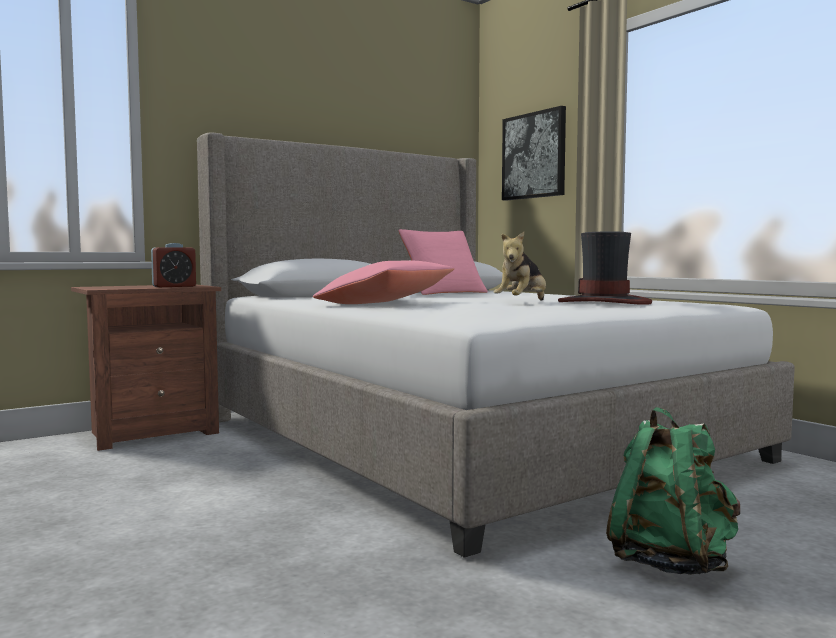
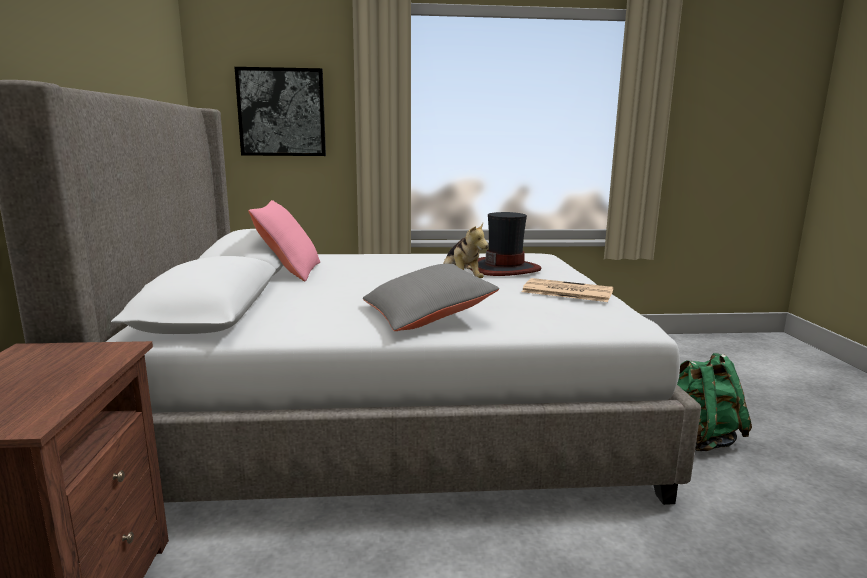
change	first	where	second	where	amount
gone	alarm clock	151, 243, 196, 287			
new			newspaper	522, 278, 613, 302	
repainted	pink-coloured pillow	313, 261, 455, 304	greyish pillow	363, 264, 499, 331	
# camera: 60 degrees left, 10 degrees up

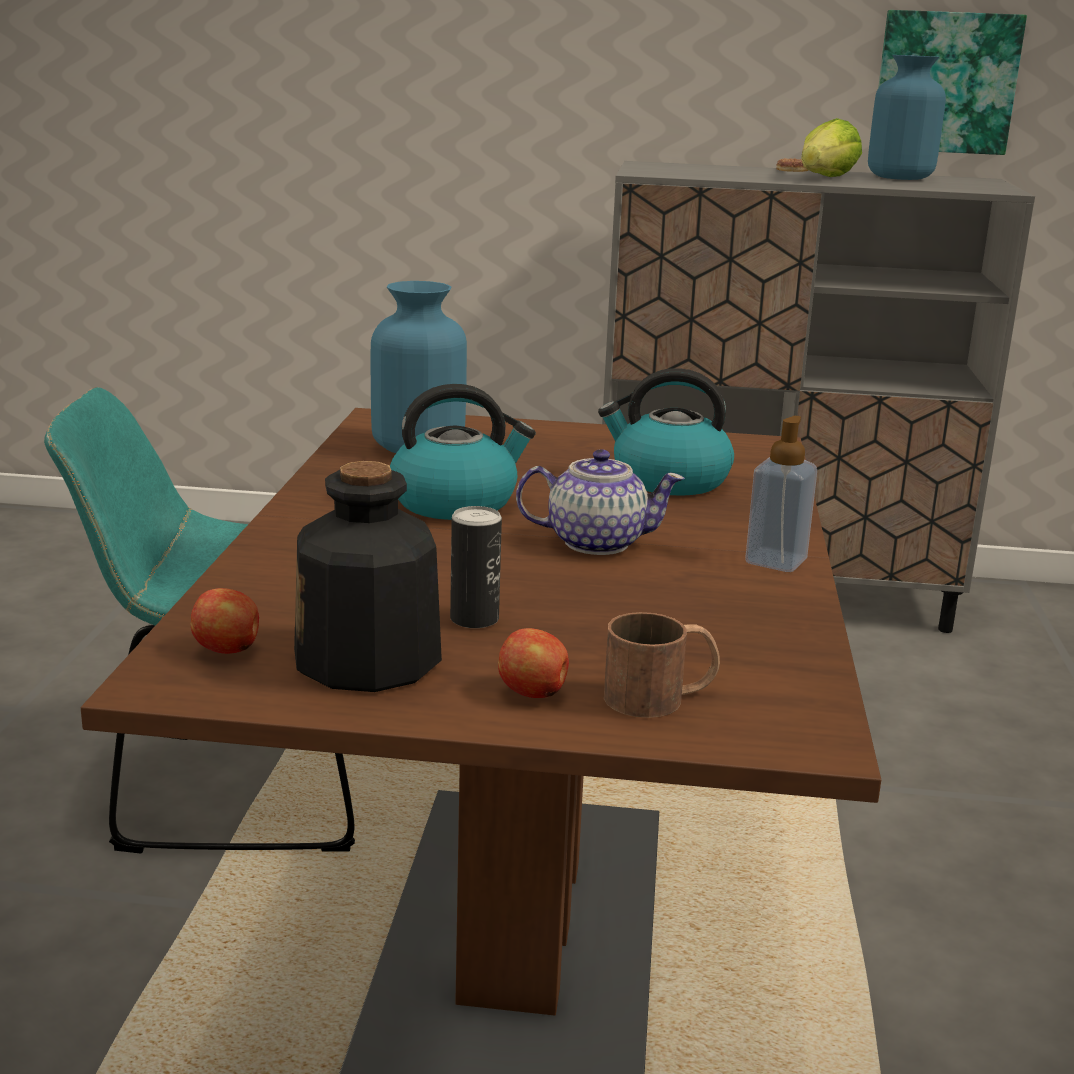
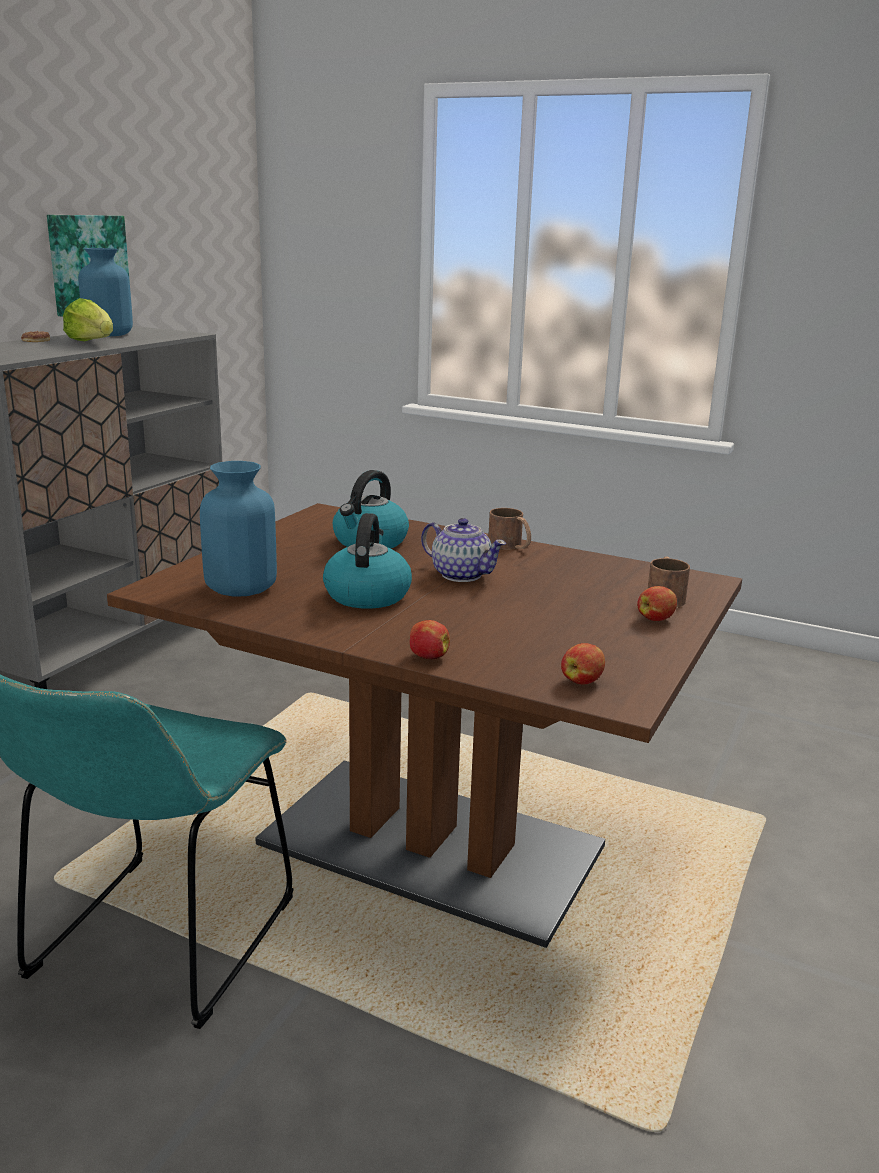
change	first	where	second	where	amount
gone	drink bottle	294, 461, 442, 692			
gone	can	450, 506, 502, 628			
new			apple fruit	410, 620, 450, 659	
swapped	liquid soap bottle	745, 416, 817, 572	brown-coloured tea mug	488, 508, 531, 550	
rotated	teapot	516, 449, 685, 555		421, 518, 506, 582	105 degrees clockwise
# camera: 70 degrees left, 0 degrees up

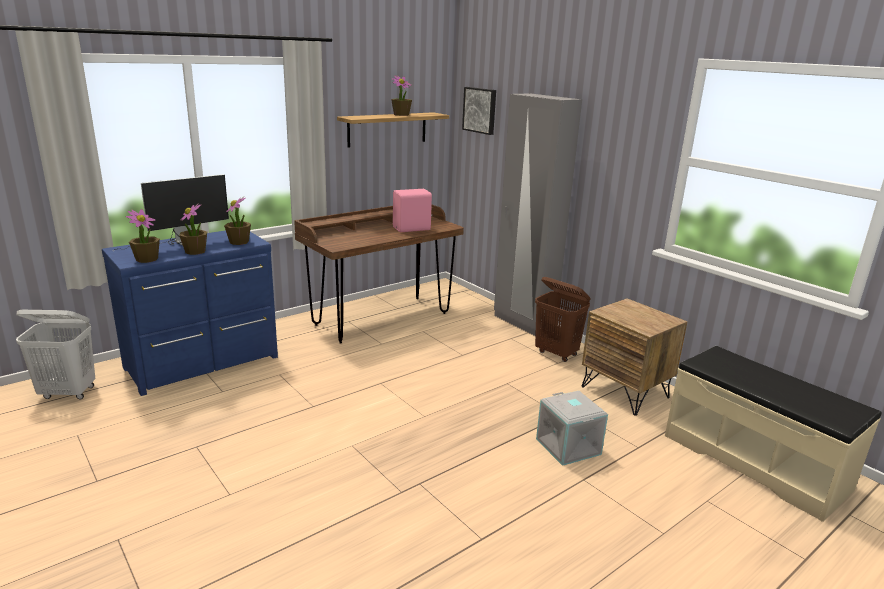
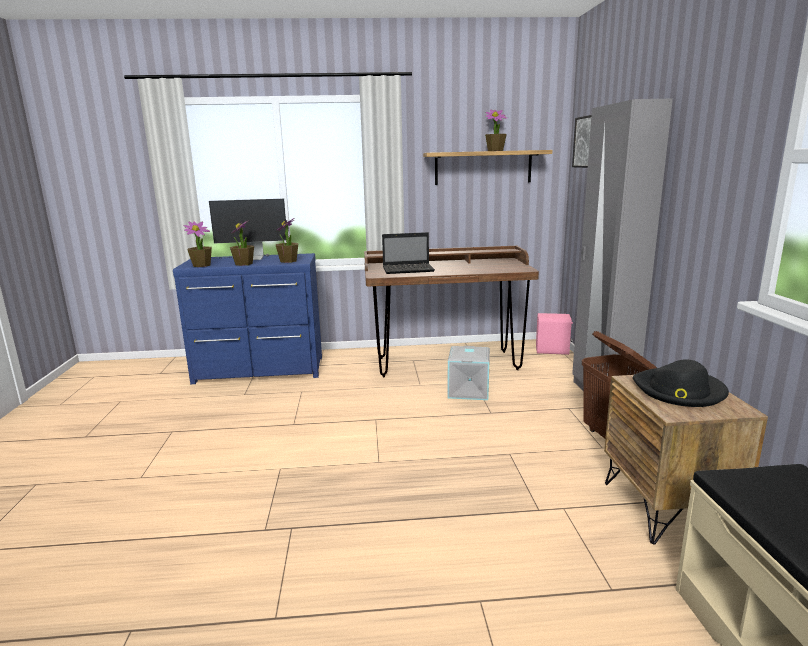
change	first	where	second	where	amount
gone	whitish laundry basket	16, 310, 95, 399			
new			notebook computer	382, 232, 435, 274	
new			black-coloured wearable hat	633, 360, 729, 407	
shifted	pink-coloured loudspeaker	393, 189, 432, 232		536, 313, 573, 355	
shifted	greyish storage bin	536, 391, 608, 466		448, 346, 490, 400	
# camera: 35 degrees right, 5 degrees down

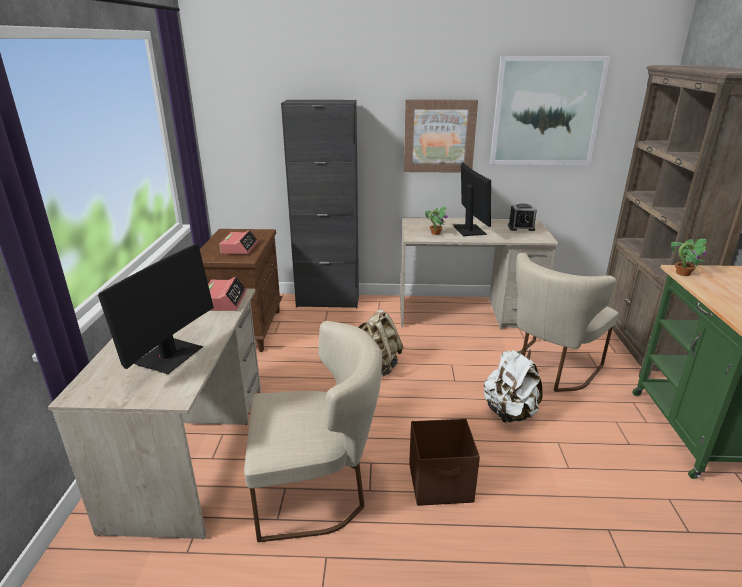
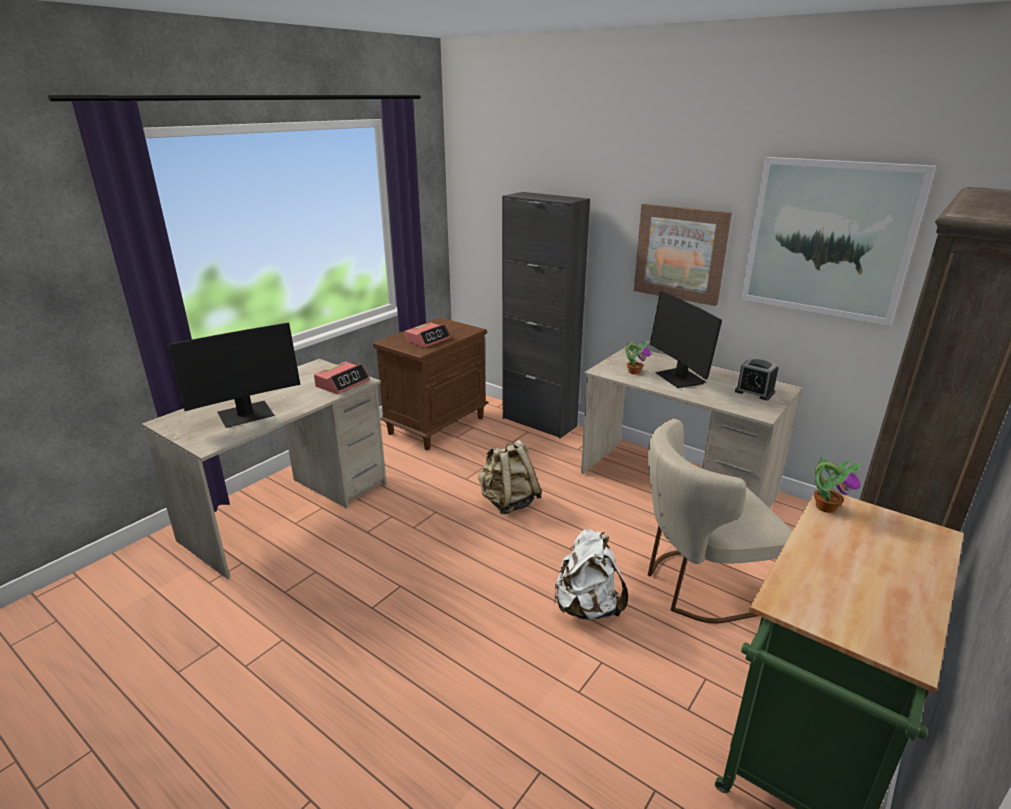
change	first	where	second	where	amount
gone	sand-coloured chair	244, 321, 382, 542			
gone	brown-coloured storage bin	409, 419, 480, 506			
rotated	computer screen	453, 163, 491, 236		650, 291, 722, 388	135 degrees clockwise
# camera: 35 degrees right, 0 degrees up

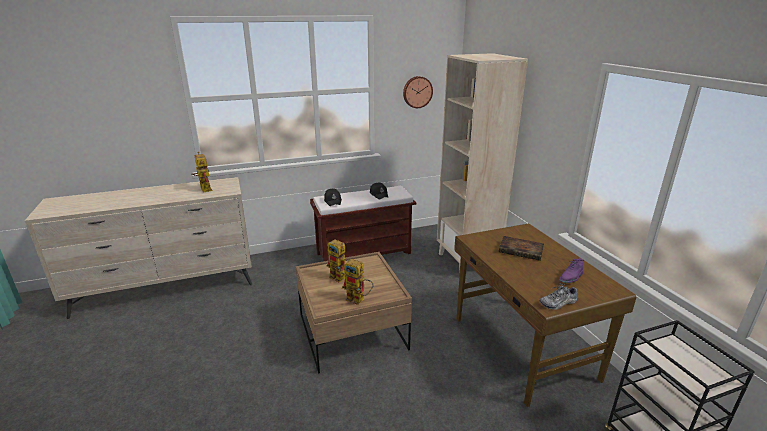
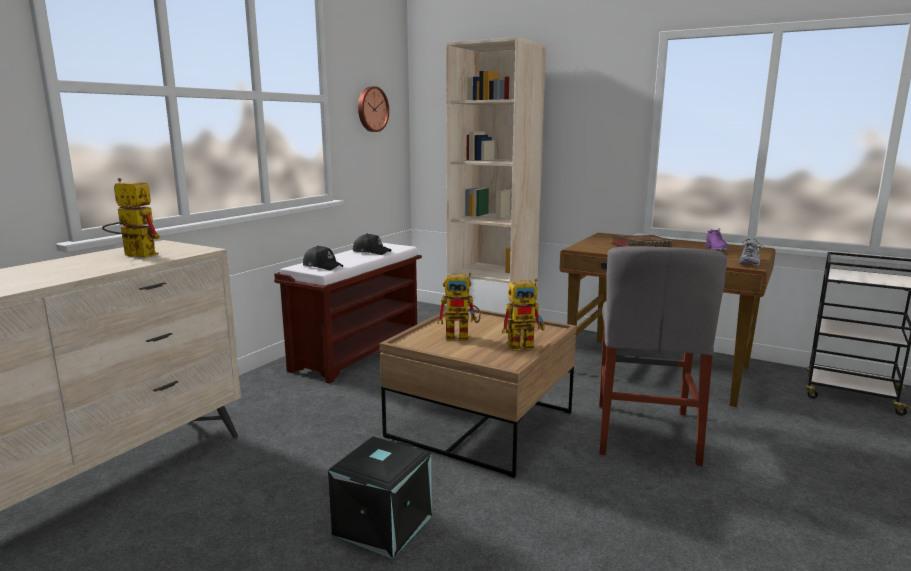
change	first	where	second	where	amount
new			black-coloured storage bin	328, 437, 432, 559	
new			greyish chair	599, 246, 727, 466	
# camera: 40 degrees left, 10 degrees down

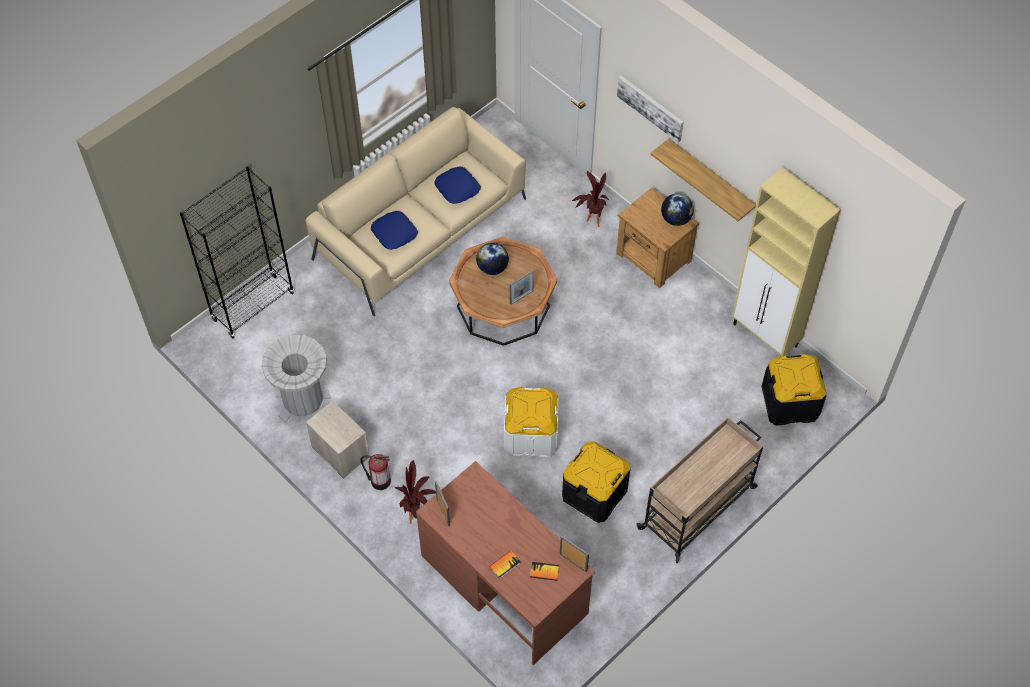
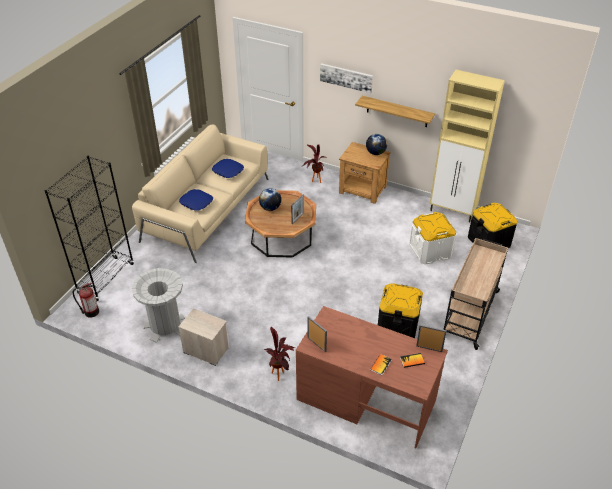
change	first	where	second	where	amount
shifted	extinguisher	361, 454, 391, 490		73, 283, 99, 318	
shifted	whitish storage bin	504, 387, 559, 458		409, 212, 456, 265	
# camera: 20 degrees left, 15 degrees down

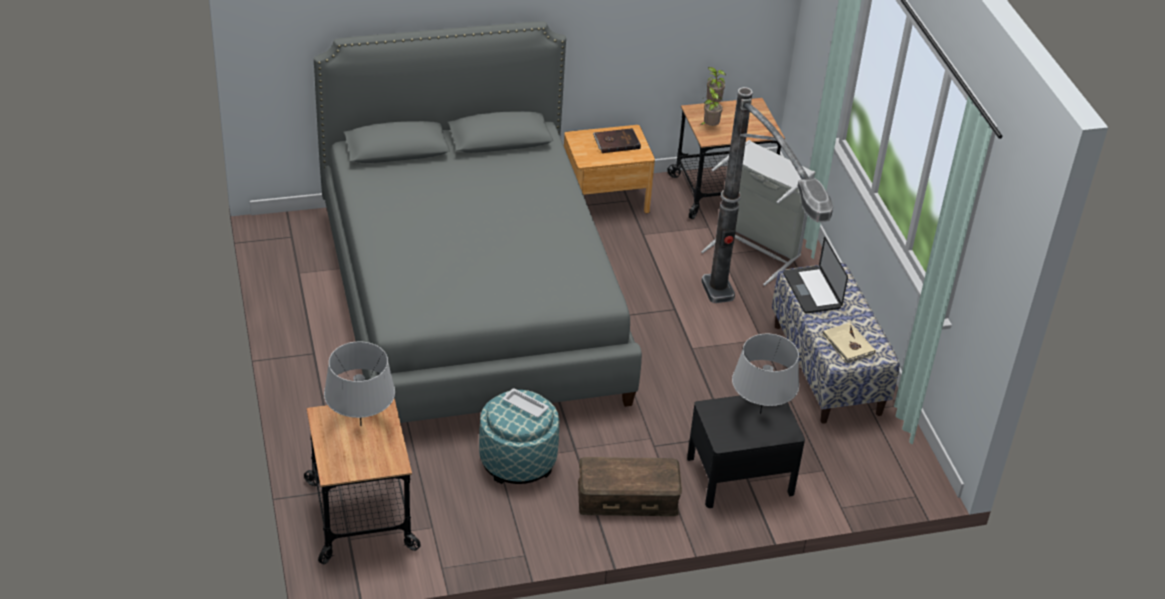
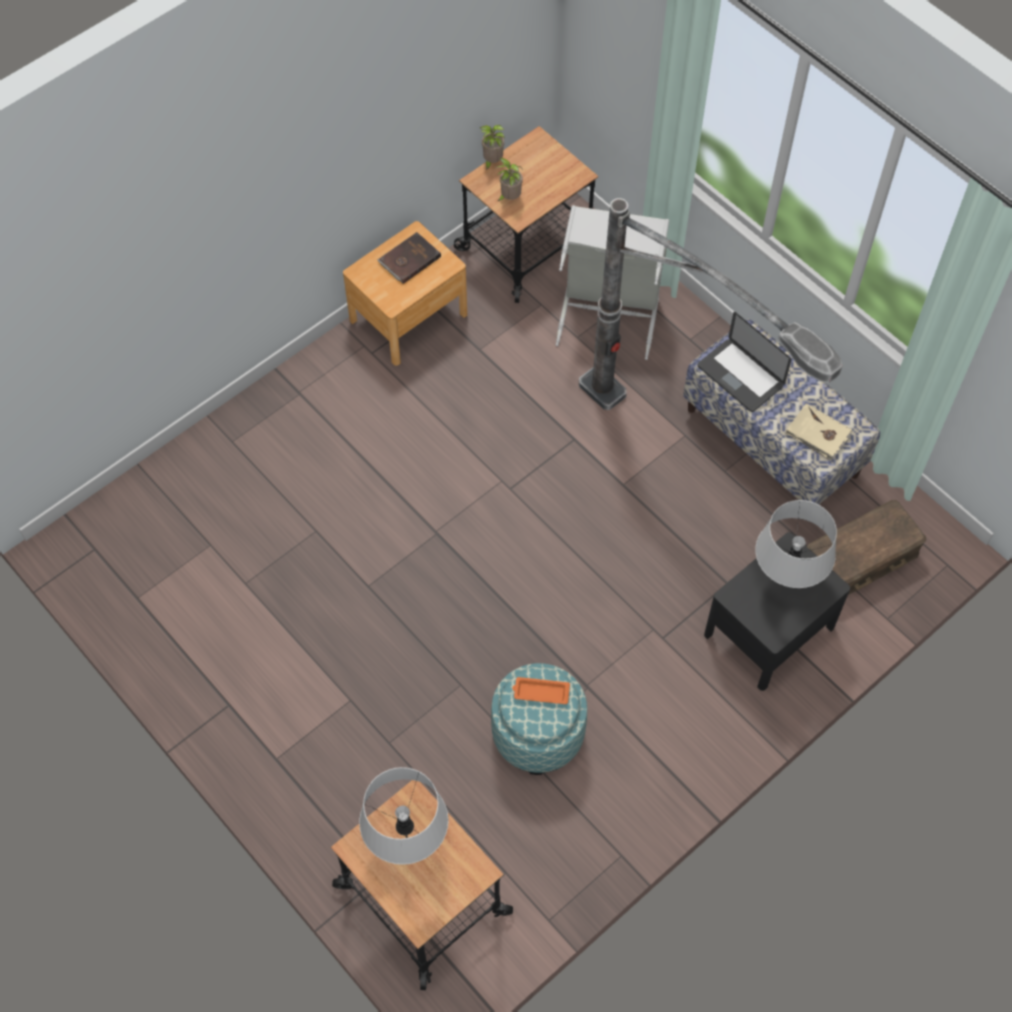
change	first	where	second	where	amount
gone	greyish bed	314, 21, 642, 423			
shifted	brown-coloured storage bin	578, 457, 682, 516		807, 500, 926, 595	
repainted	whitish tray	503, 388, 549, 418	orange-coloured tray	512, 677, 570, 704	
# camera: 25 degrees left, 20 degrees up

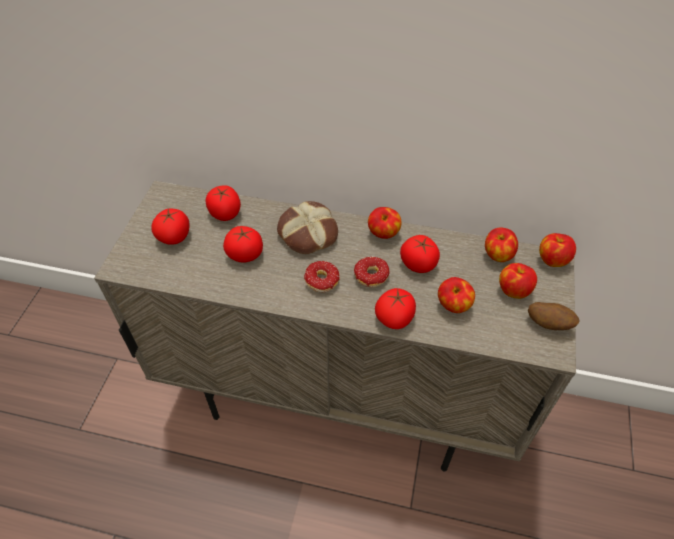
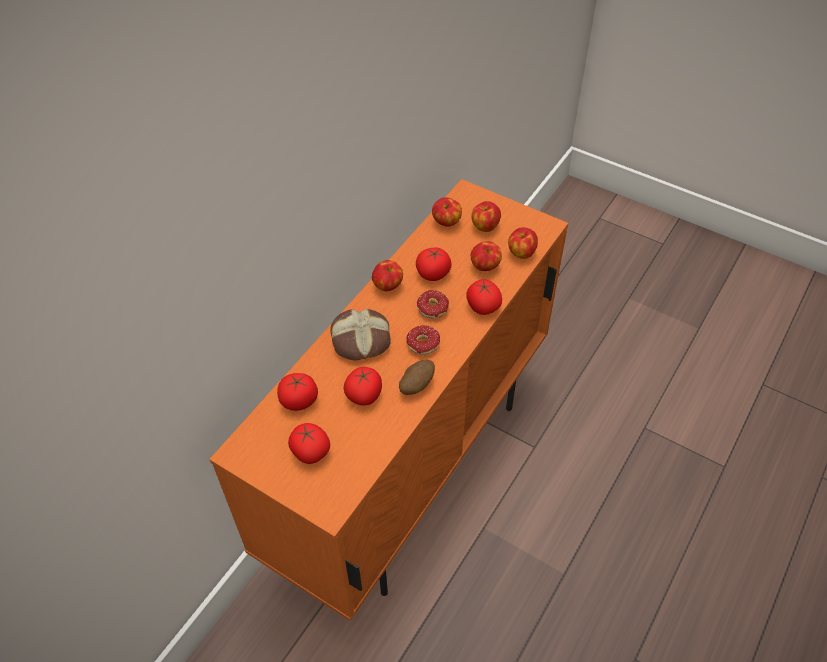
change	first	where	second	where	amount
shifted	spud	528, 302, 580, 330		399, 360, 435, 395	
shifted	apple fruit	539, 233, 576, 267		508, 227, 538, 259	
repainted	sand-coloured cabinet	94, 181, 576, 472	orange-coloured cabinet	209, 179, 568, 621	
# camera: 70 degrees left, 0 degrees up

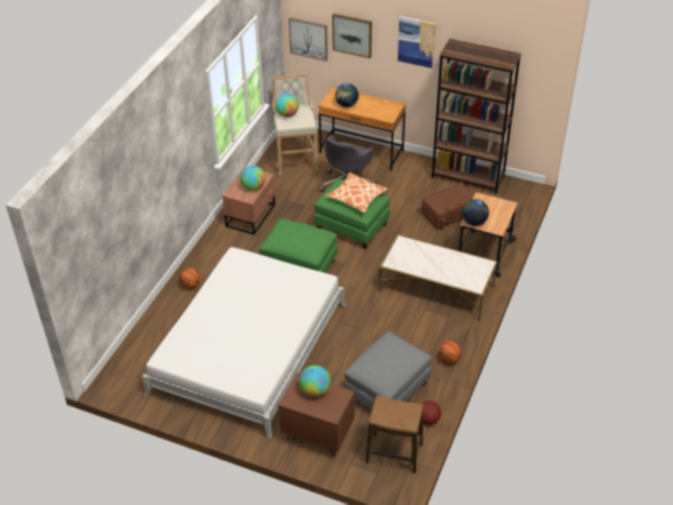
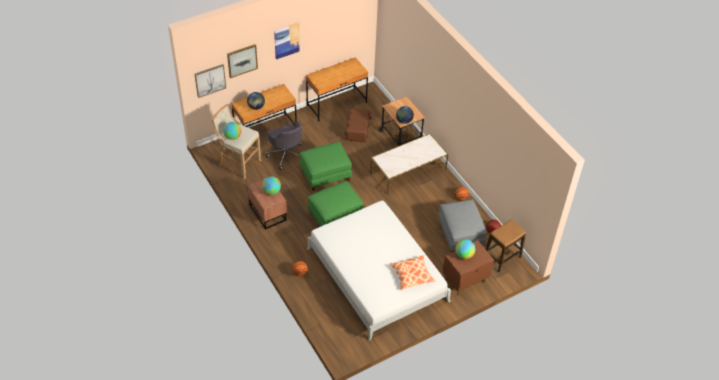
change	first	where	second	where	amount
shifted	pillow	326, 172, 388, 213		390, 255, 435, 290	
swapped	brown-coloured bookshelf	432, 39, 521, 194	brown-coloured desk unit	306, 57, 368, 121	
# camera: 55 degrees left, 5 degrees up

